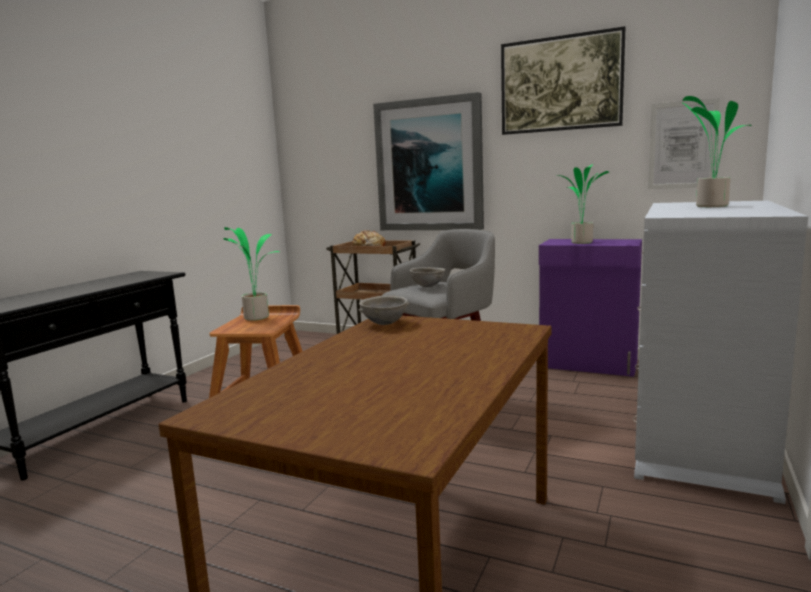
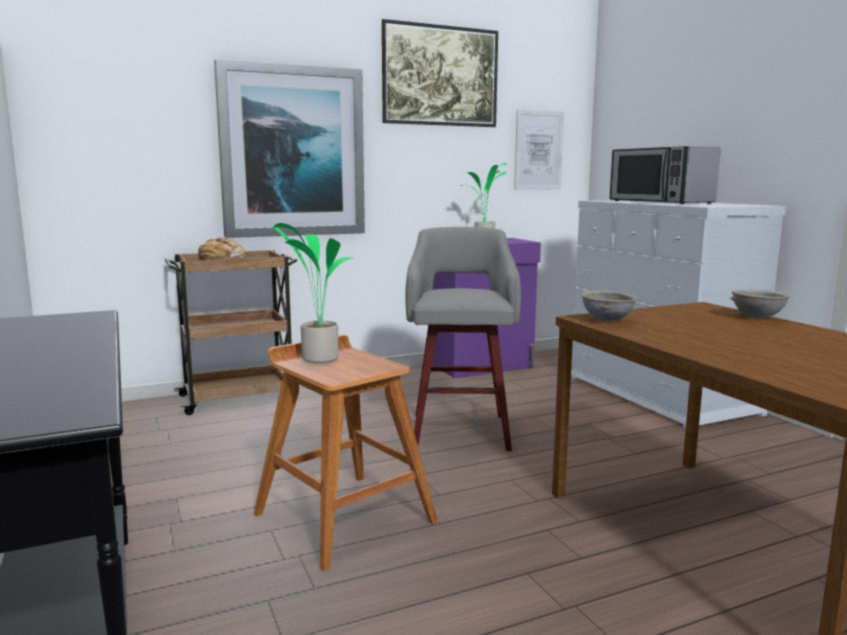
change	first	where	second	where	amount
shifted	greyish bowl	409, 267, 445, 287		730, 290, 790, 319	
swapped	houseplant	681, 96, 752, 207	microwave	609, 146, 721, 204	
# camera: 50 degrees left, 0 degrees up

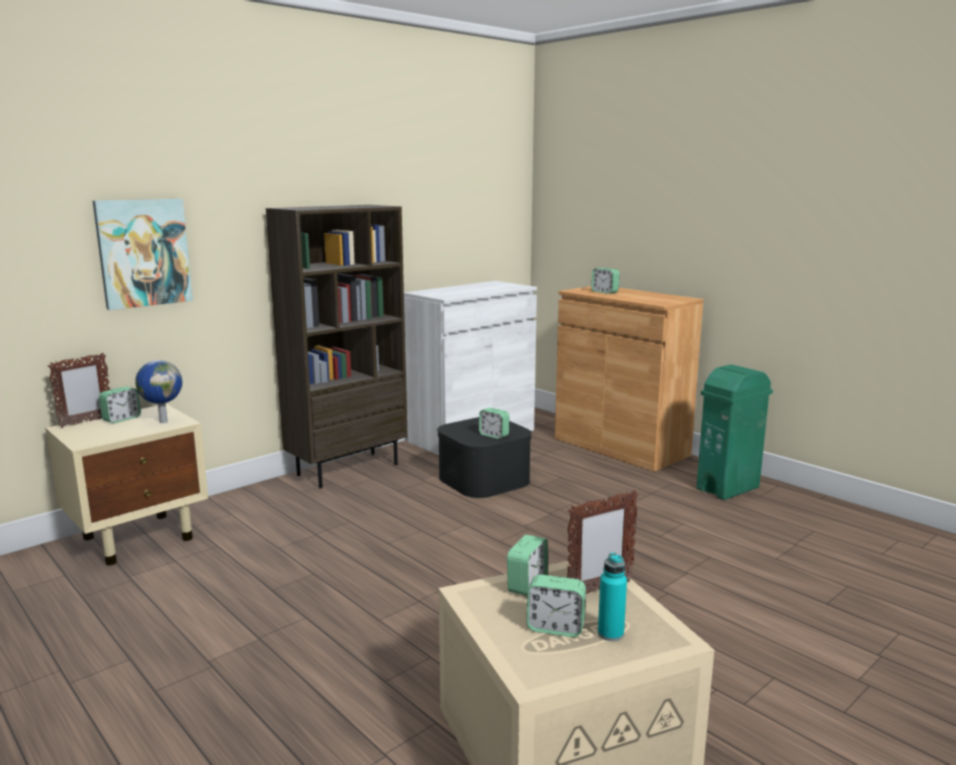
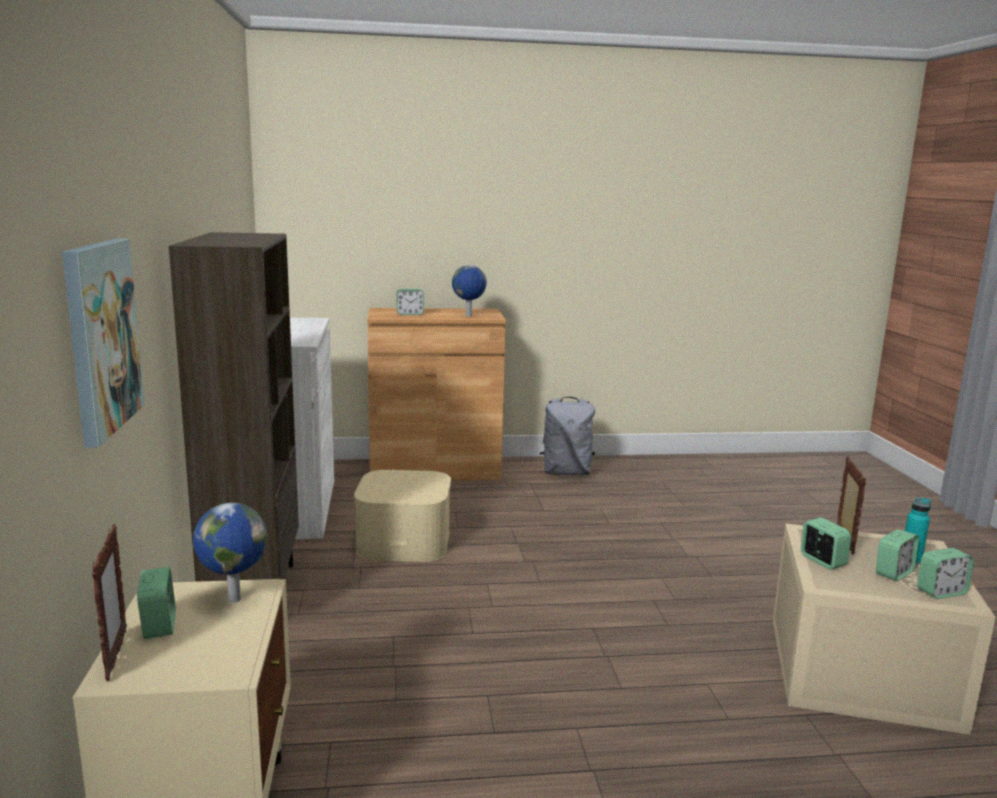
change	first	where	second	where	amount
new			desk globe	452, 265, 487, 317	
shifted	alarm clock	479, 408, 510, 439		917, 548, 974, 599	
swapped	green-coloured waste bin	697, 365, 773, 500	greyish rucksack	540, 397, 596, 475	
repainted	black-coloured storage bin	437, 417, 532, 498	sand-coloured storage bin	354, 470, 451, 562	
# camera: 55 degrees left, 0 degrees up

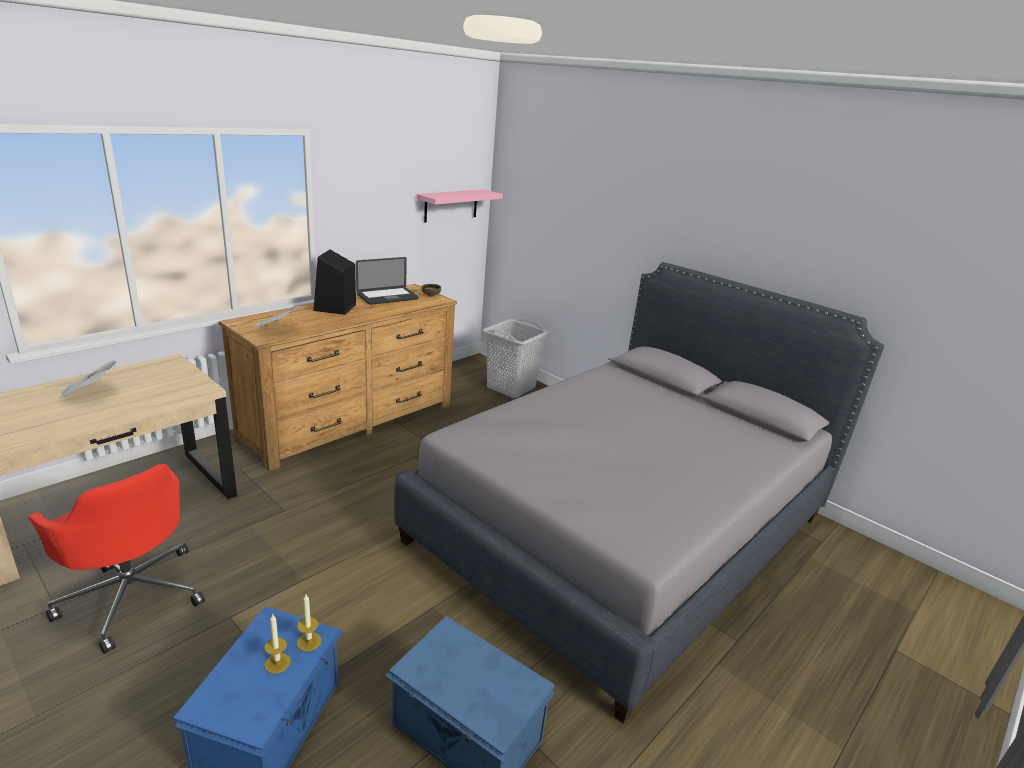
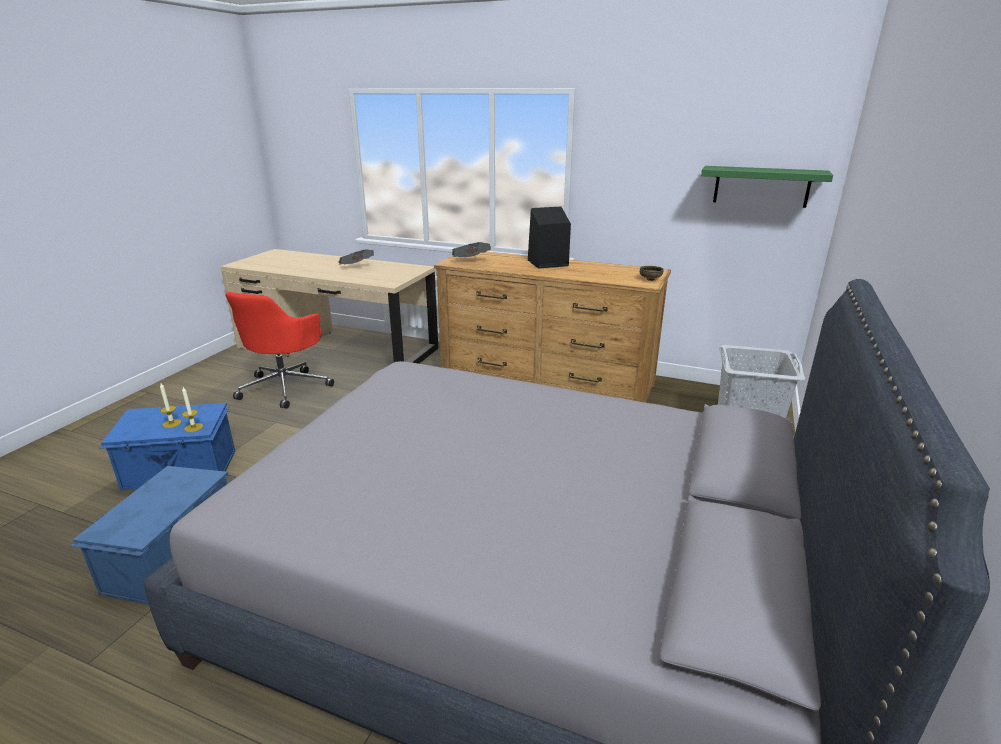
change	first	where	second	where	amount
gone	notebook computer	356, 257, 419, 305			
repainted	pink-coloured shelf	416, 189, 503, 222	green-coloured shelf	701, 166, 833, 208	
# camera: 70 degrees right, 0 degrees up

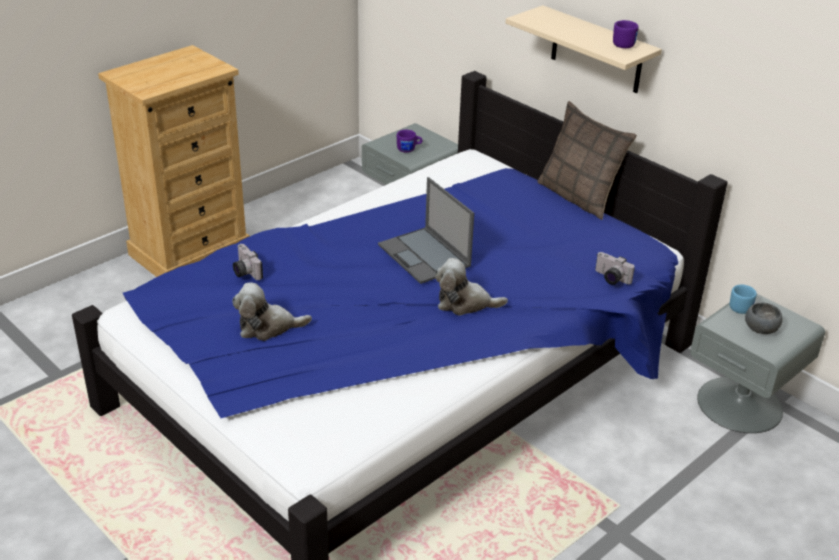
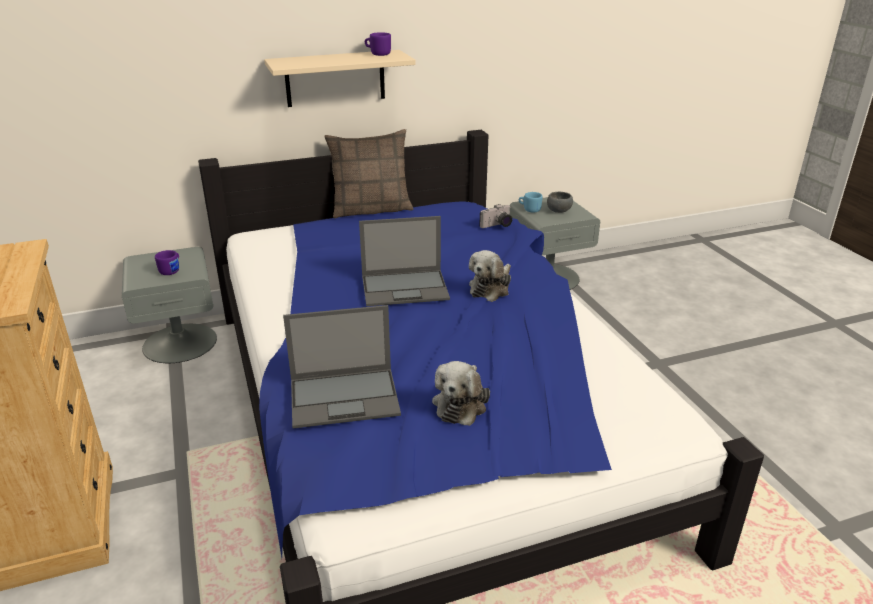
change	first	where	second	where	amount
swapped	photo camera	233, 244, 263, 280	notebook computer	283, 305, 401, 429	
# camera: 65 degrees left, 5 degrees down

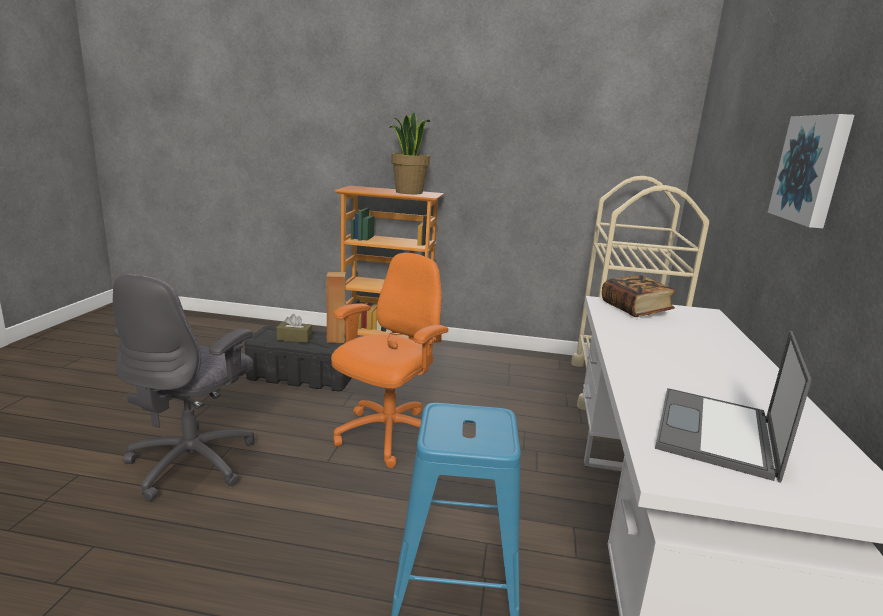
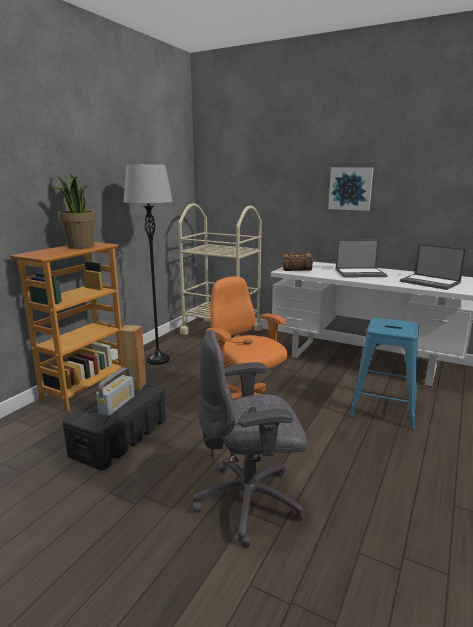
change	first	where	second	where	amount
new			greyish floor lamp	123, 164, 173, 365	
new			notebook computer	335, 239, 388, 277	
swapped	brown-coloured box of tissues	276, 314, 312, 343	radio set	96, 367, 134, 416	
rotated	greyish office chair	113, 274, 255, 501		193, 330, 307, 548	135 degrees clockwise
# camera: 70 degrees left, 0 degrees up

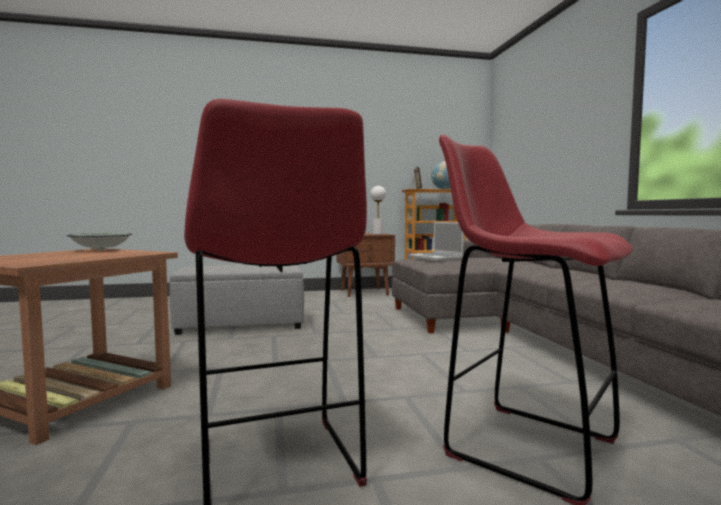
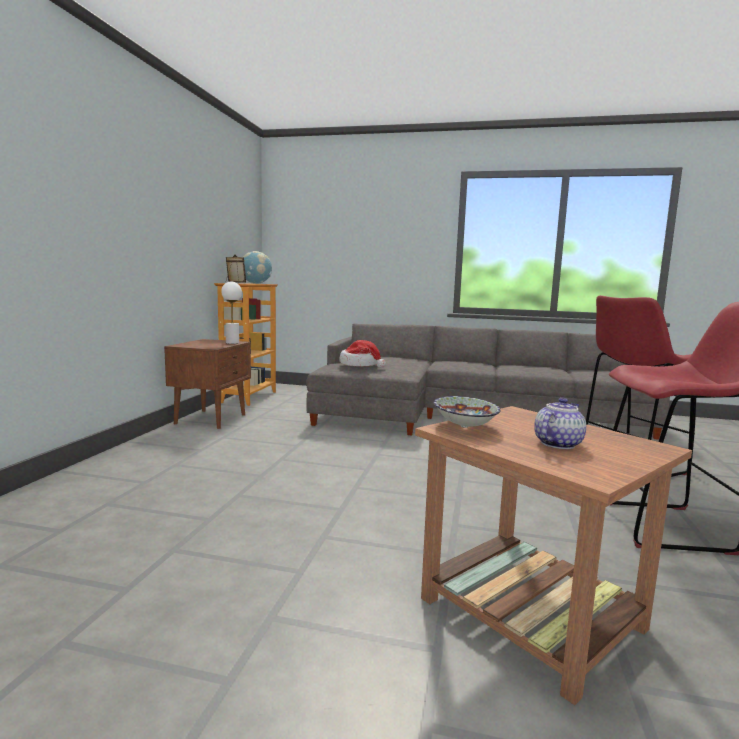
change	first	where	second	where	amount
gone	greyish footrest	169, 265, 304, 335			
new			teapot	534, 398, 586, 449	
swapped	notebook computer	409, 222, 464, 261	wearable hat	339, 340, 386, 368	
# camera: 65 degrees left, 5 degrees up

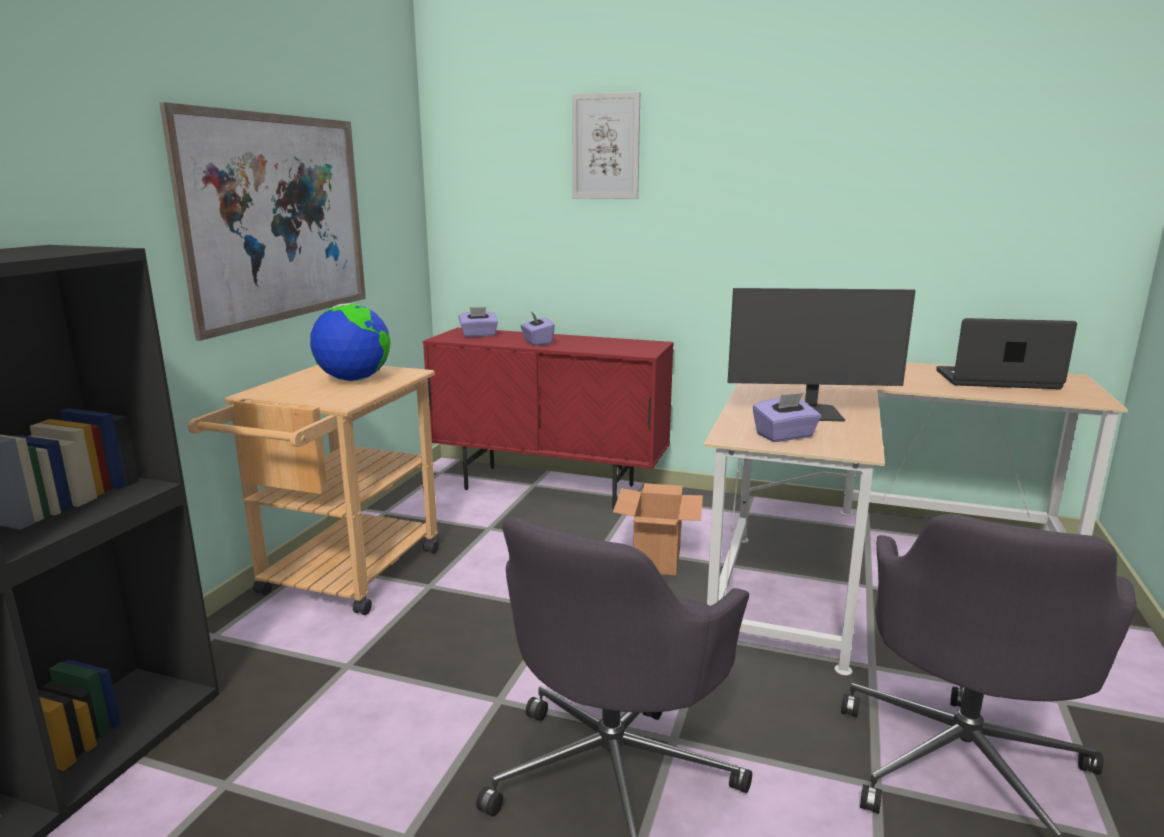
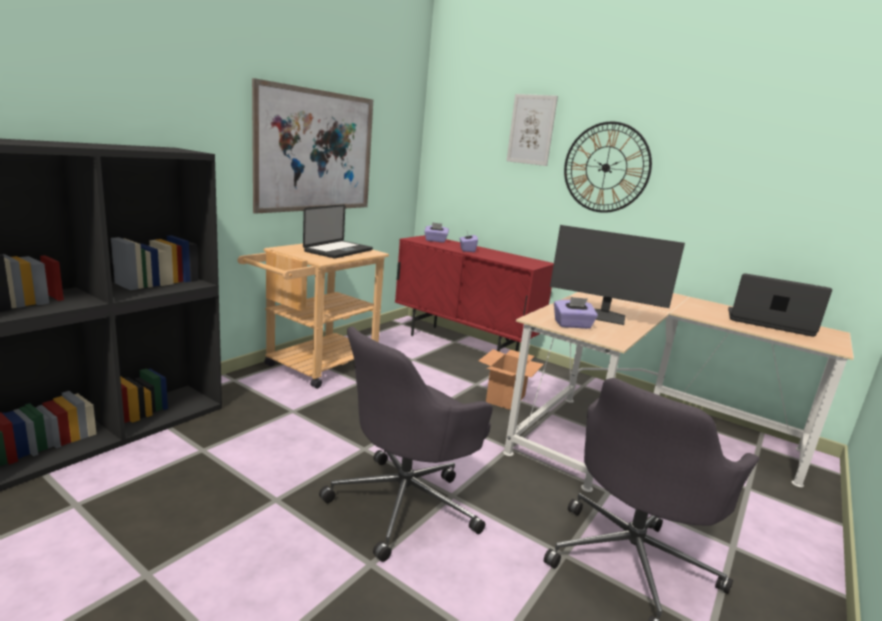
change	first	where	second	where	amount
new			hanging clock	564, 122, 652, 213	
swapped	desk globe	310, 303, 391, 381	notebook computer	303, 204, 373, 258	
# camera: 15 degrees right, 0 degrees up

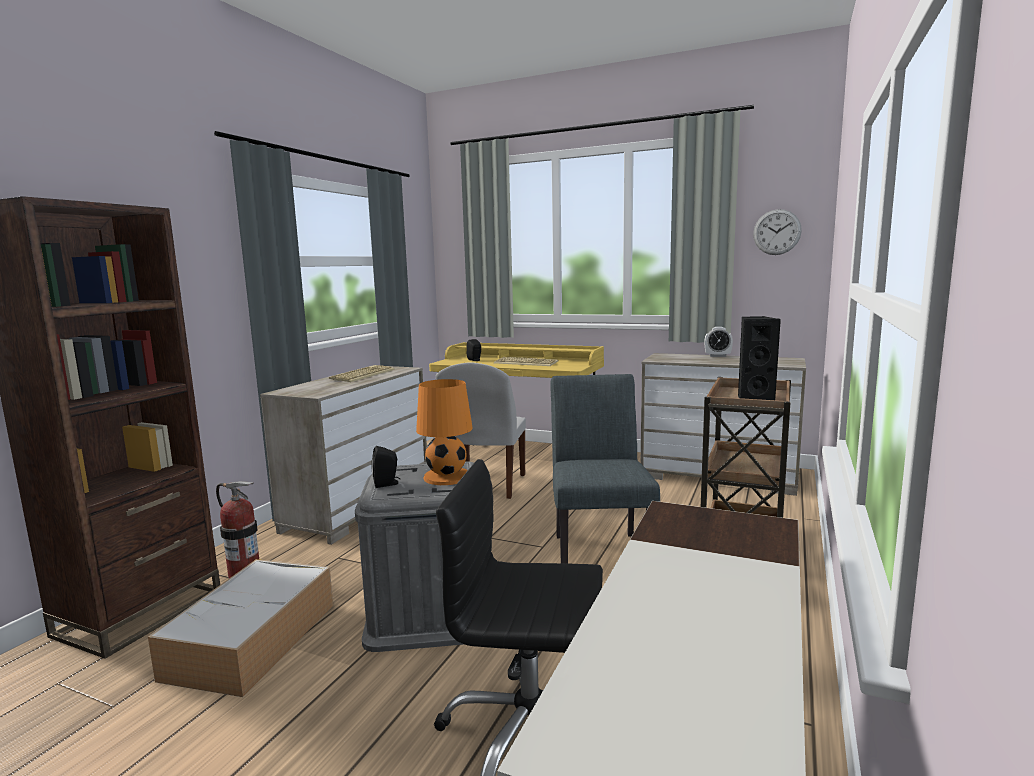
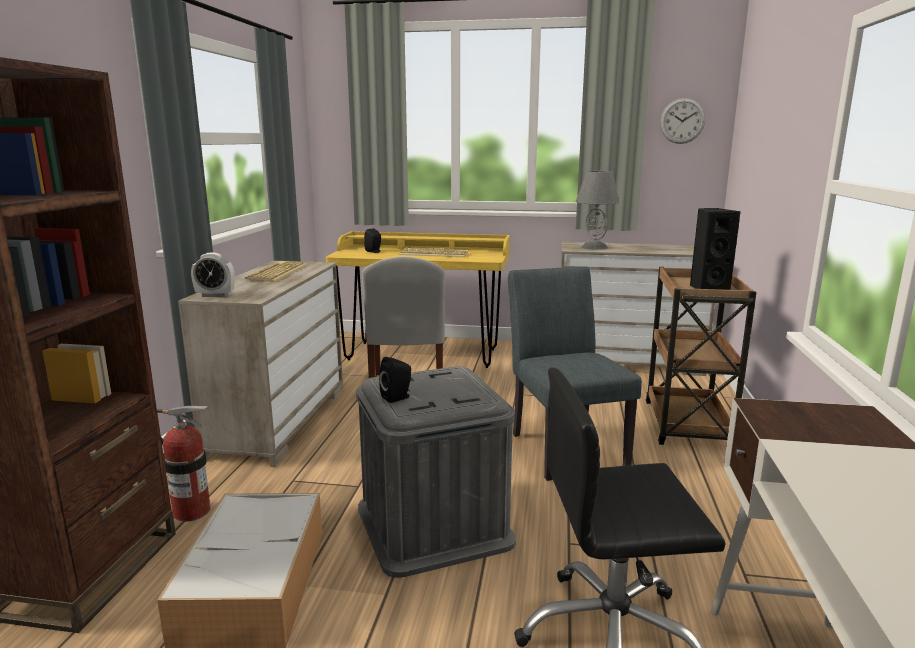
change	first	where	second	where	amount
gone	orange-coloured table lamp	416, 379, 473, 485			
new			greyish table lamp	576, 171, 620, 250	
shifted	alarm clock	704, 327, 733, 357		191, 253, 235, 297	
# camera: 15 degrees left, 5 degrees up

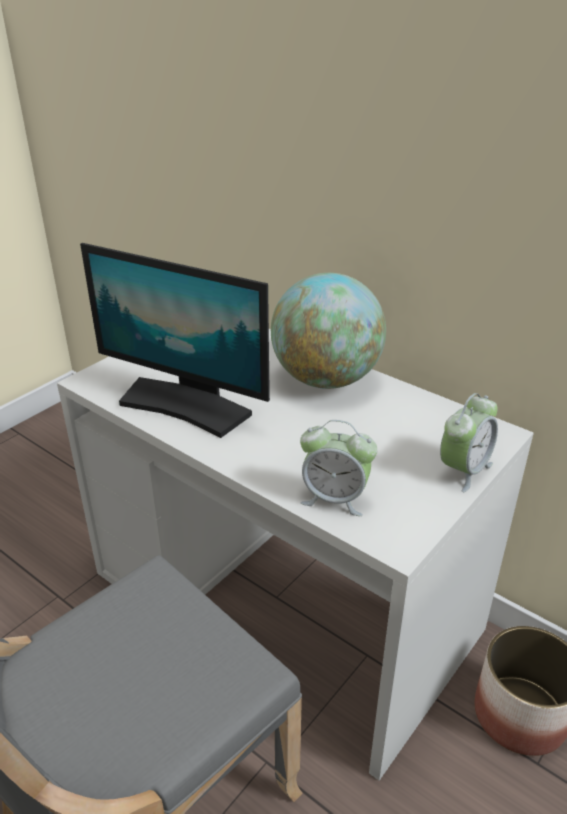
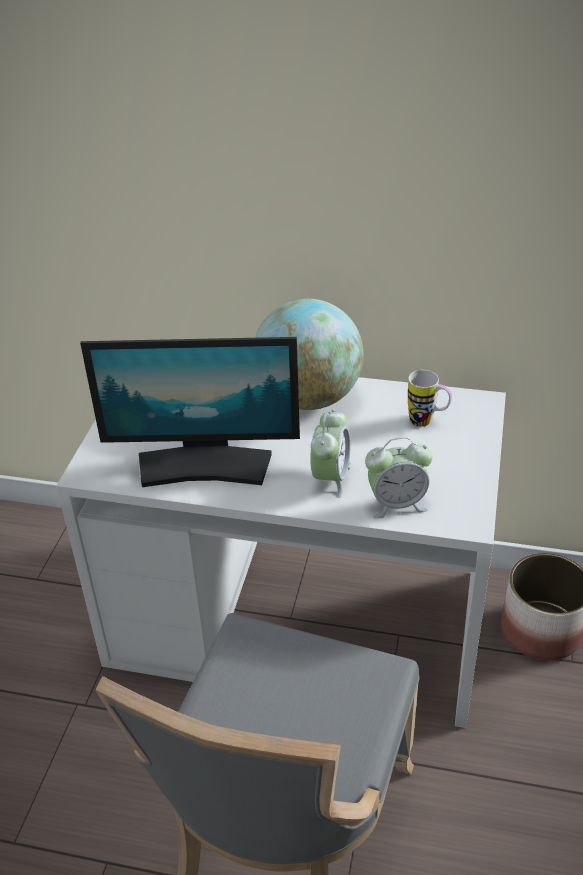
change	first	where	second	where	amount
new			tea mug	408, 370, 452, 427	
shifted	alarm clock	440, 393, 498, 492		310, 409, 351, 498	
# camera: 25 degrees left, 5 degrees up

